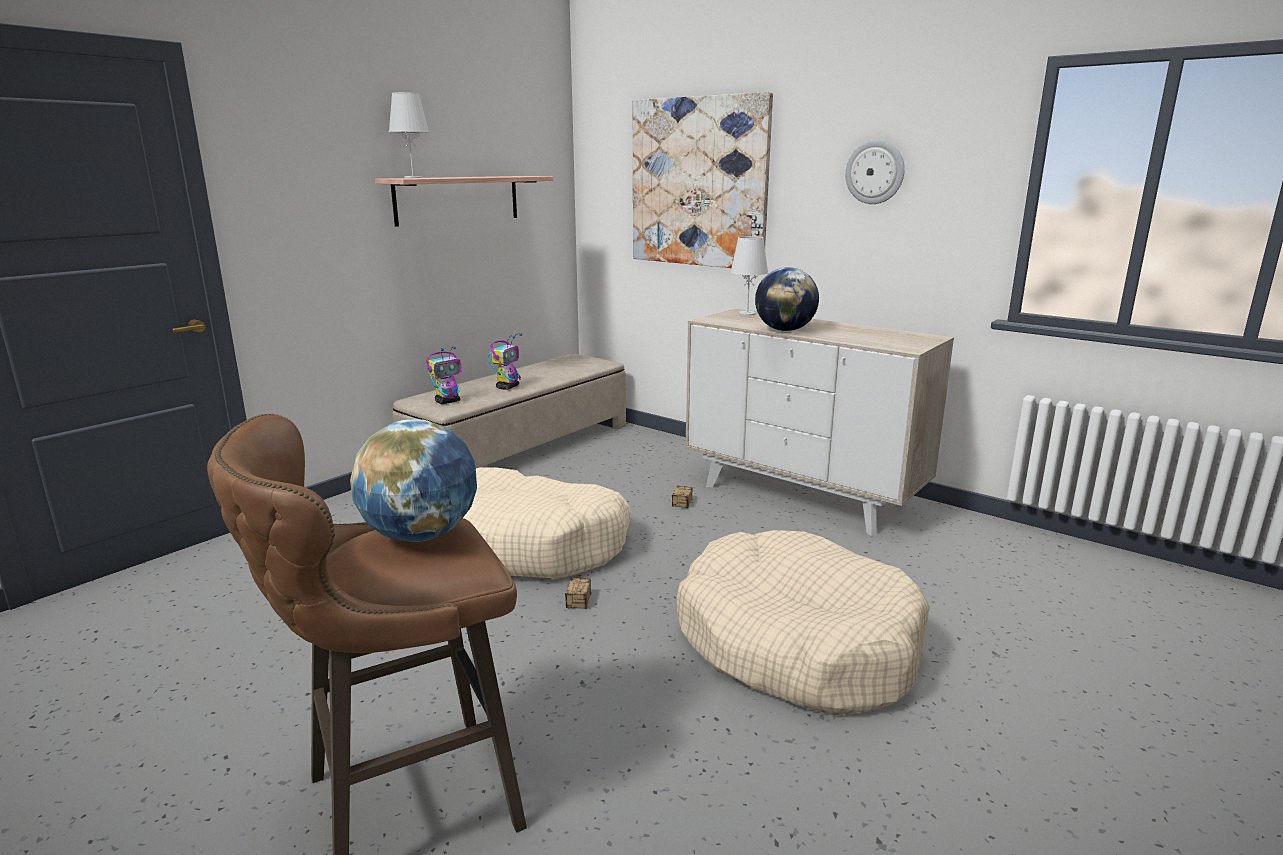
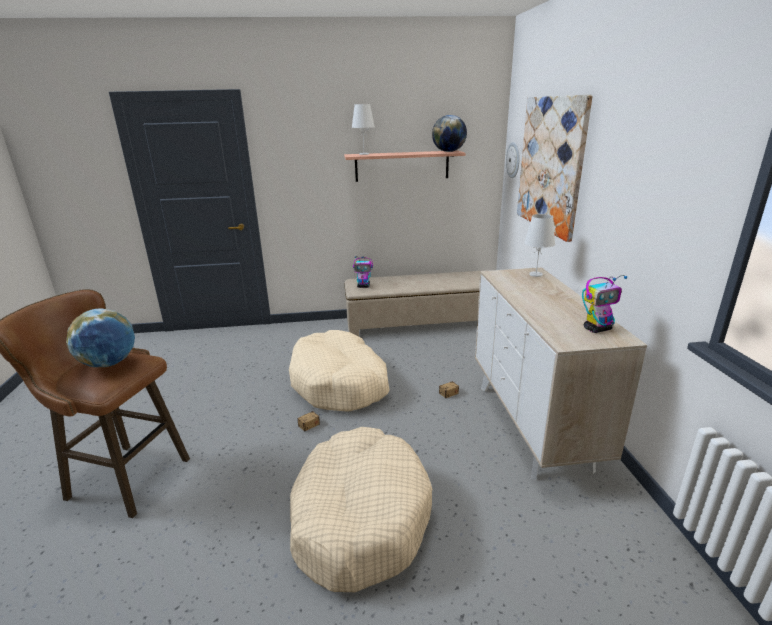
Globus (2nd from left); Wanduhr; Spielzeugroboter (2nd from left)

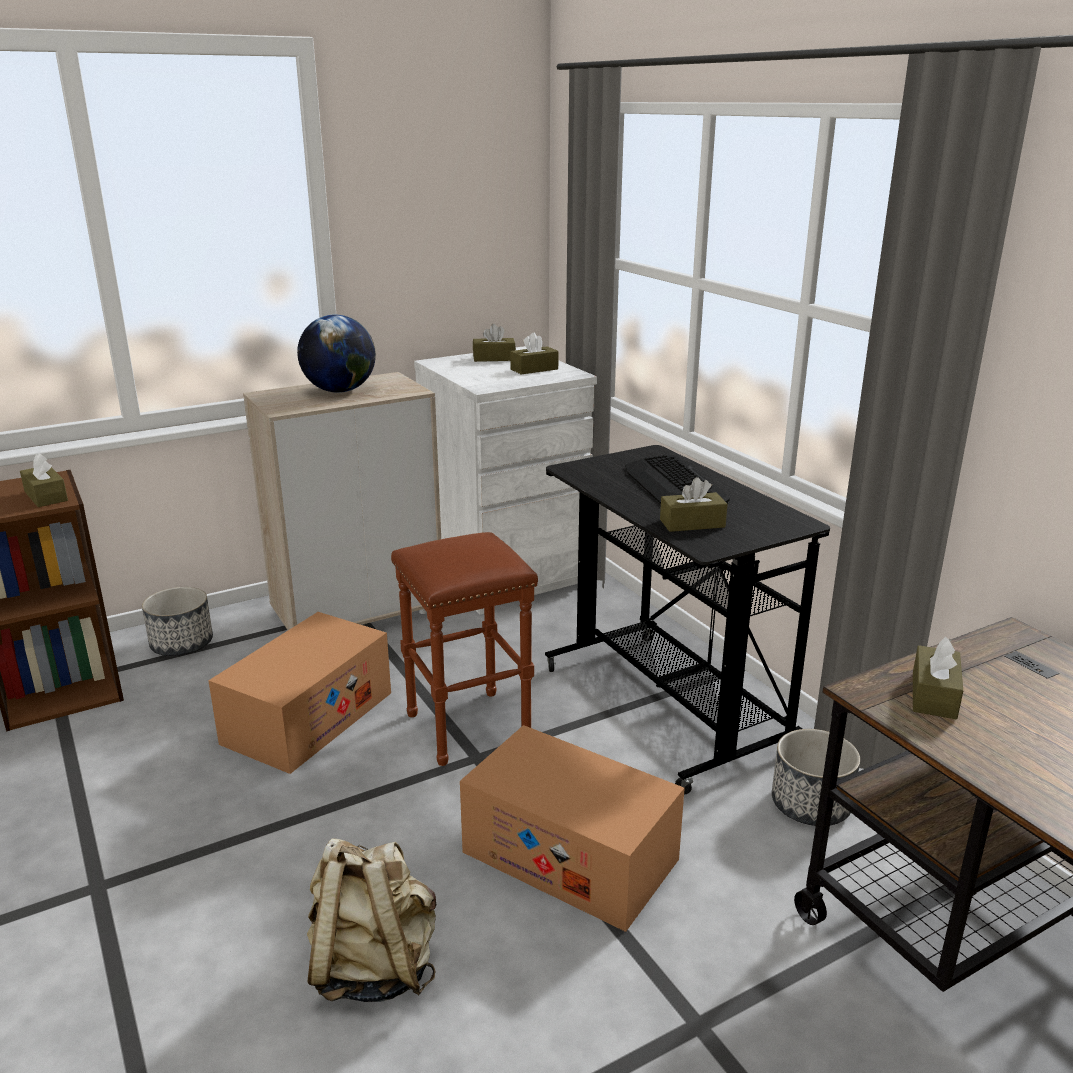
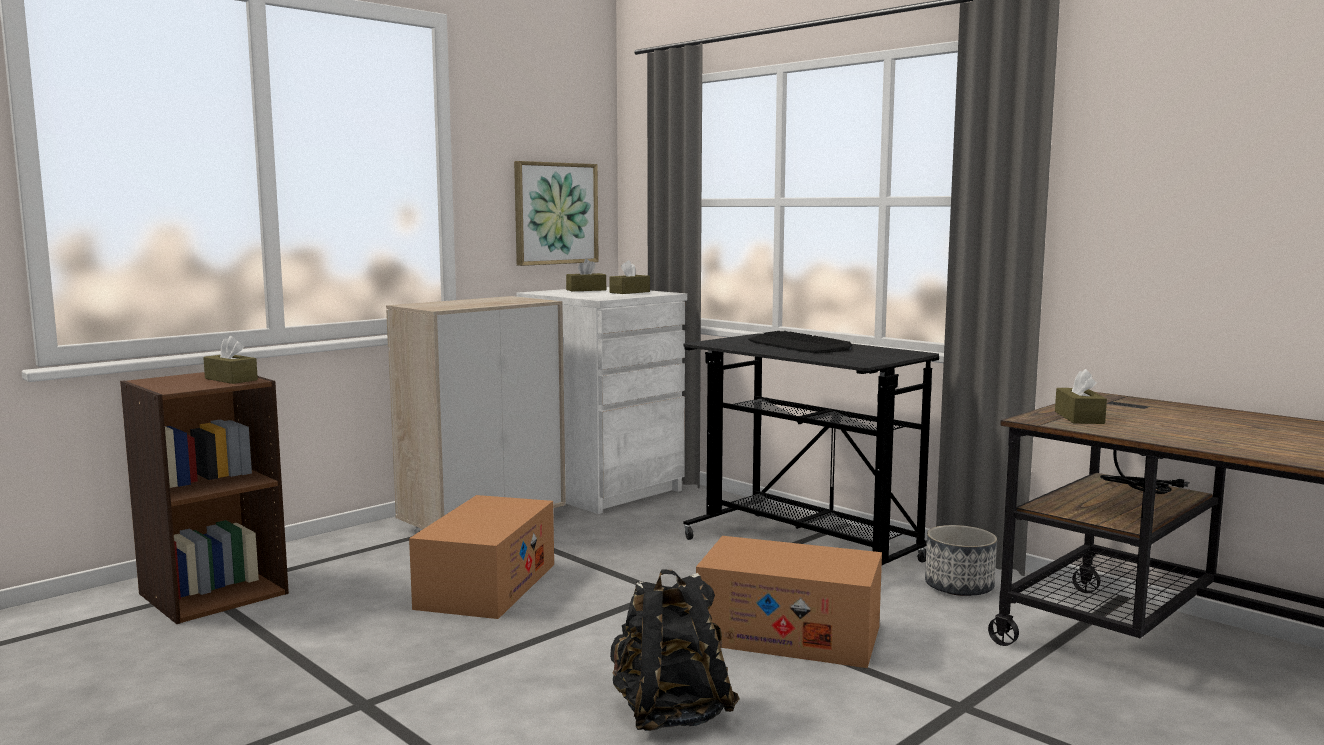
Bild; Rucksack (schwarz); Pflanzkübel (1st from left in the first image); Globus; Hocker (braun); Taschentuchbox (braun) (4th from left in the first image)

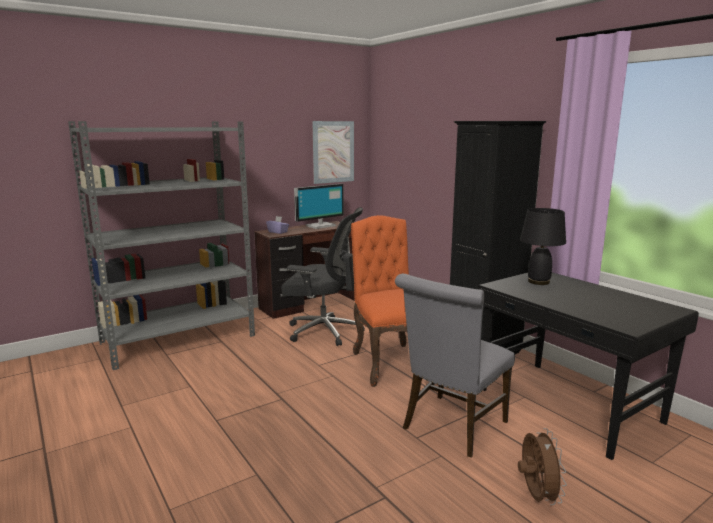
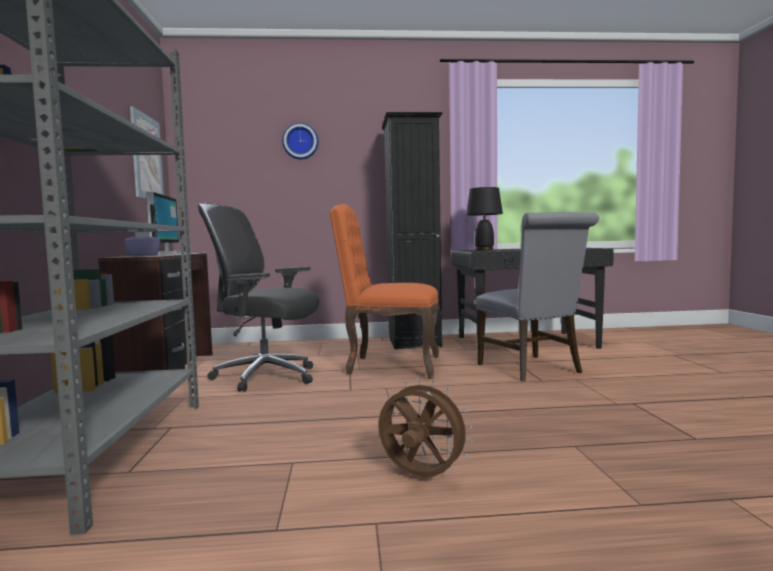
Bürostuhl; Wanduhr; Ventilator (braun)

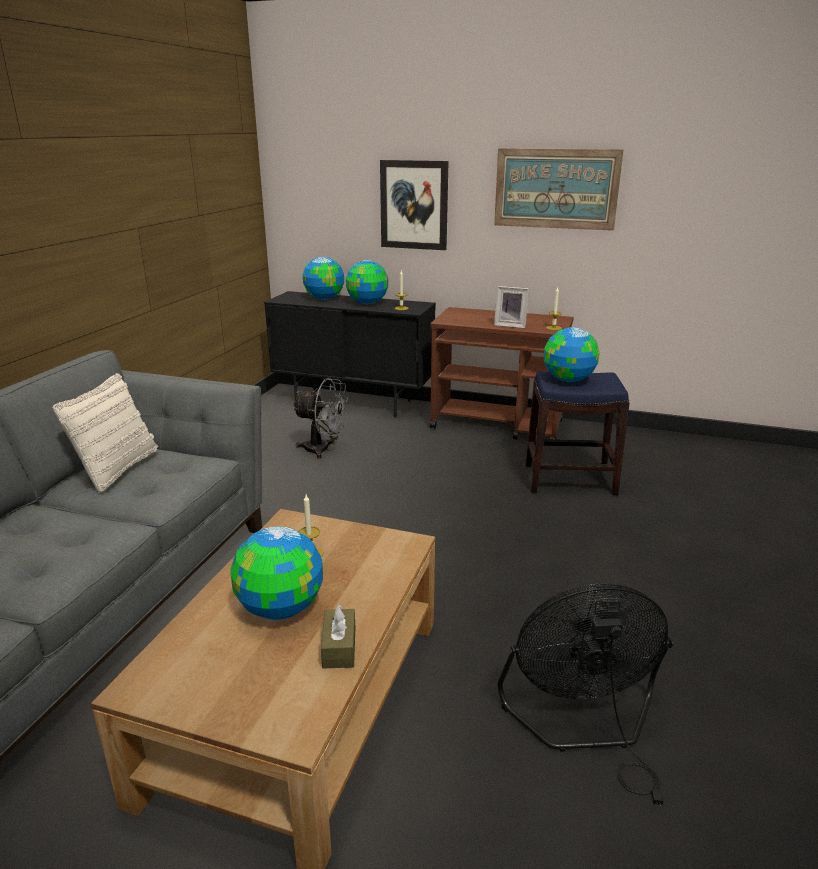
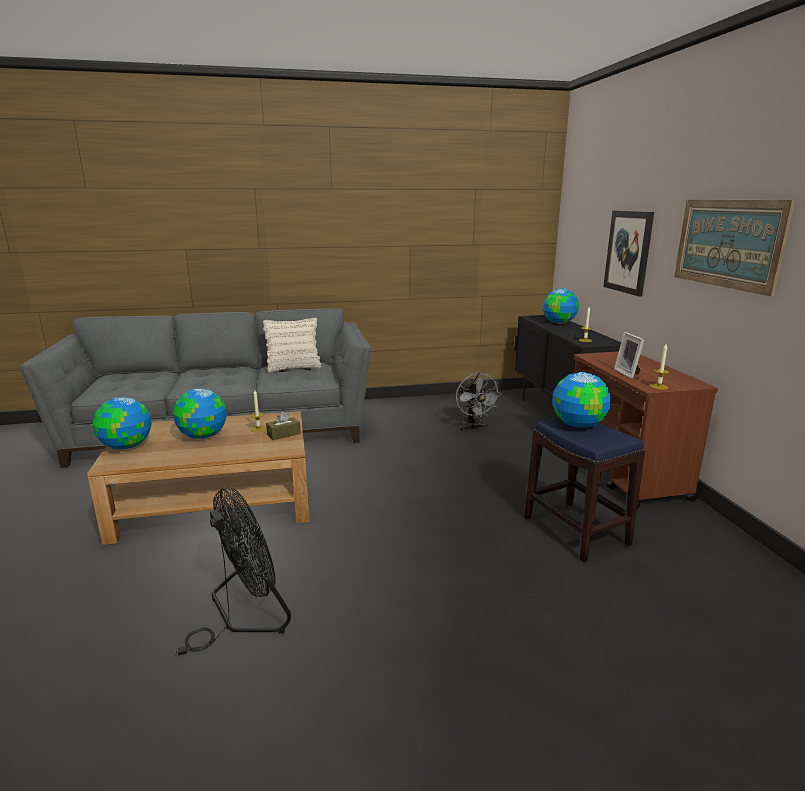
Globus (1st from left); Taschentuchbox (braun)

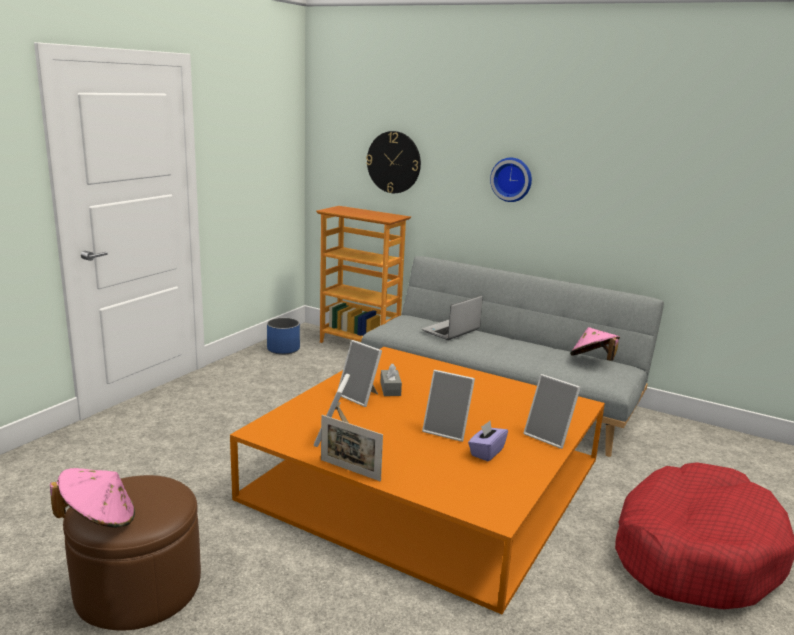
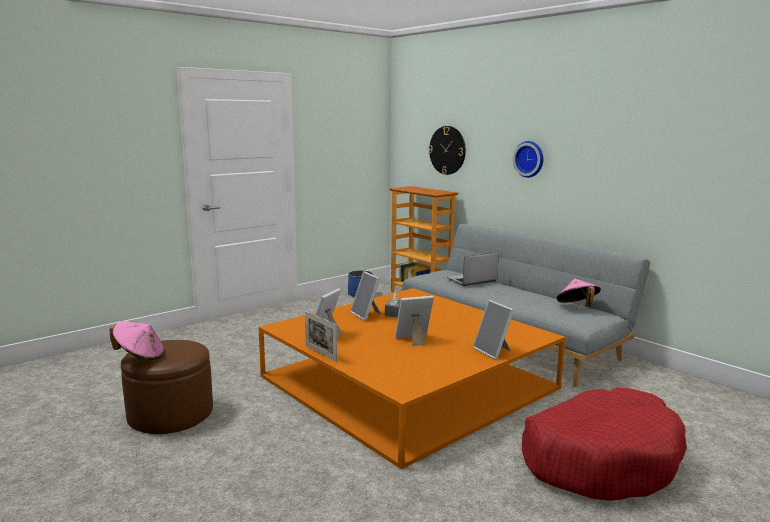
Bilderrahmen (4th from left); Taschentuchbox (lila)

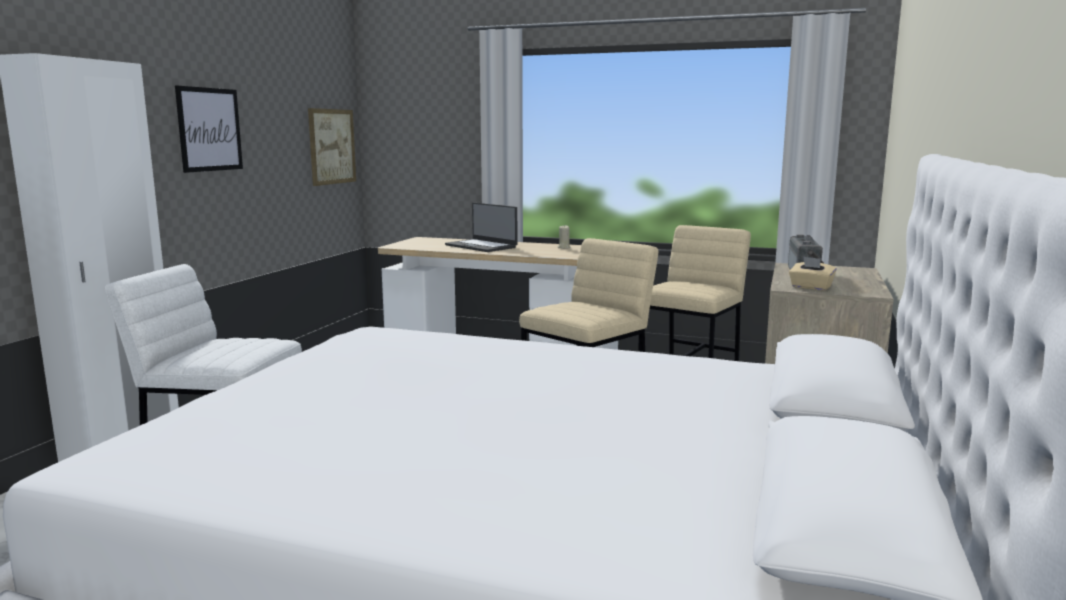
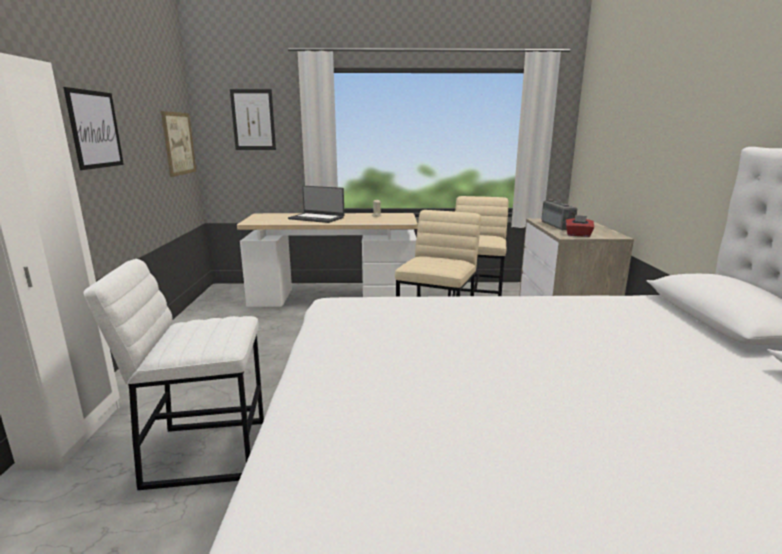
Bild (3rd from left); Taschentuchbox (rot)

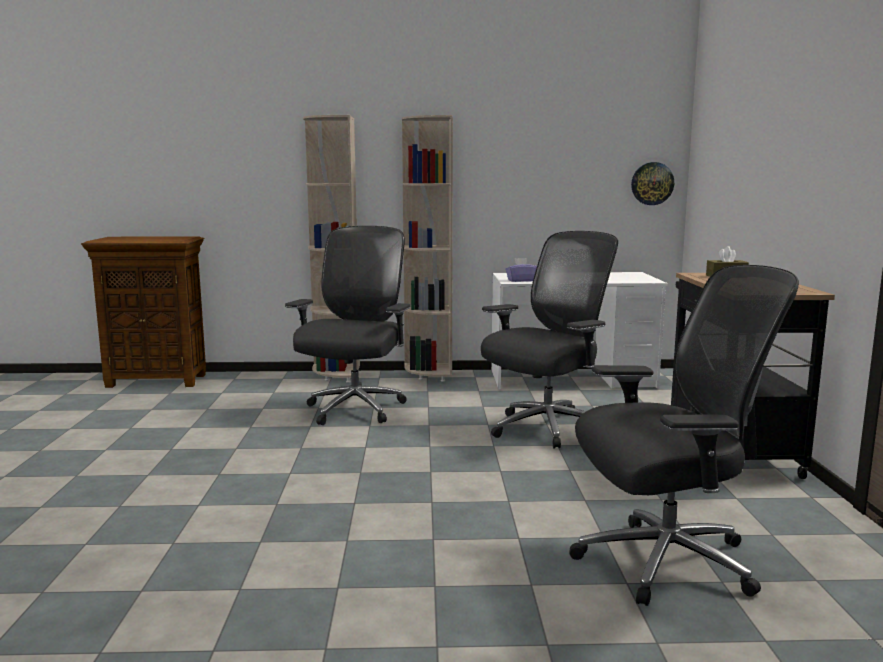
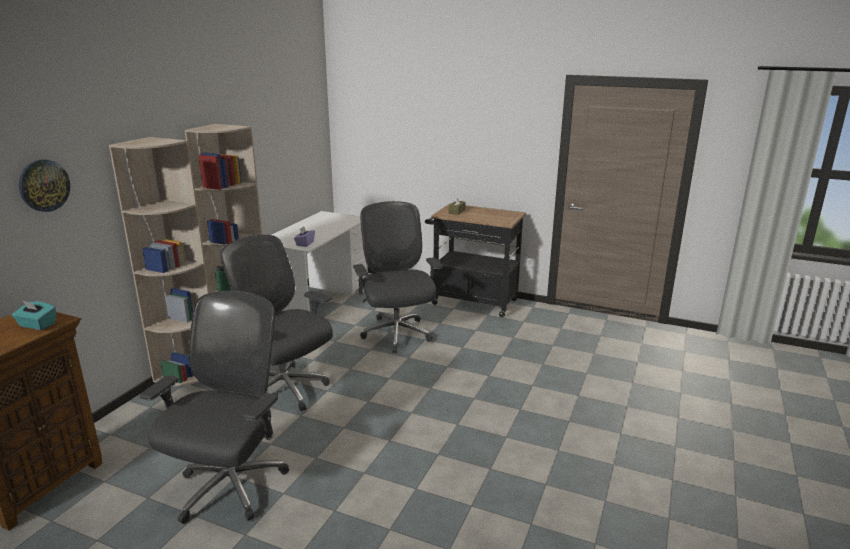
Taschentuchbox (türkis); Wanduhr; Bürostuhl (1st from left)

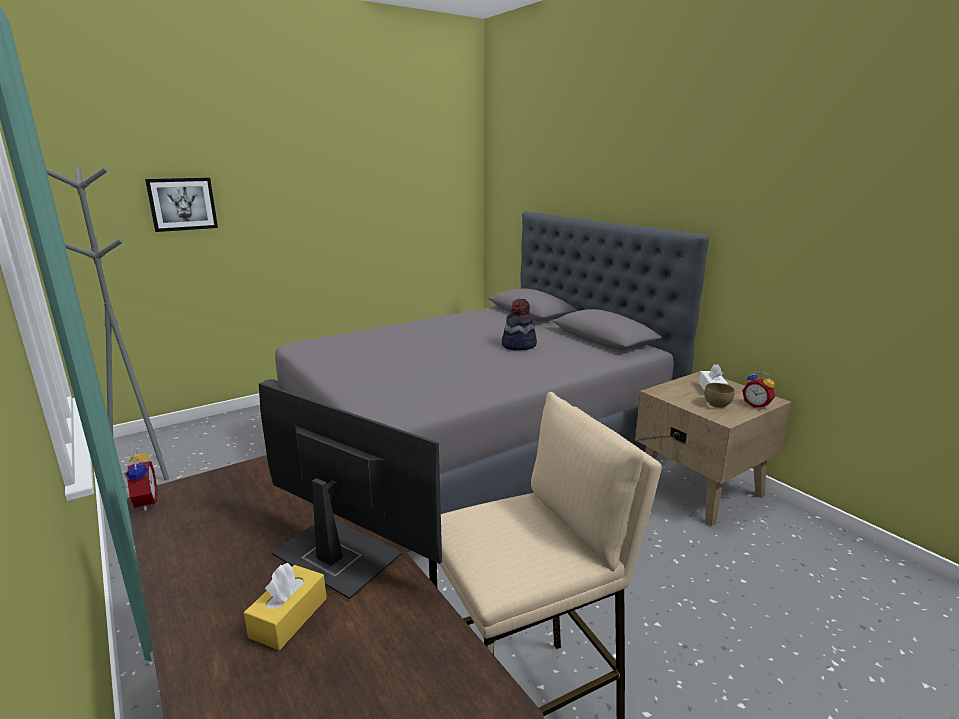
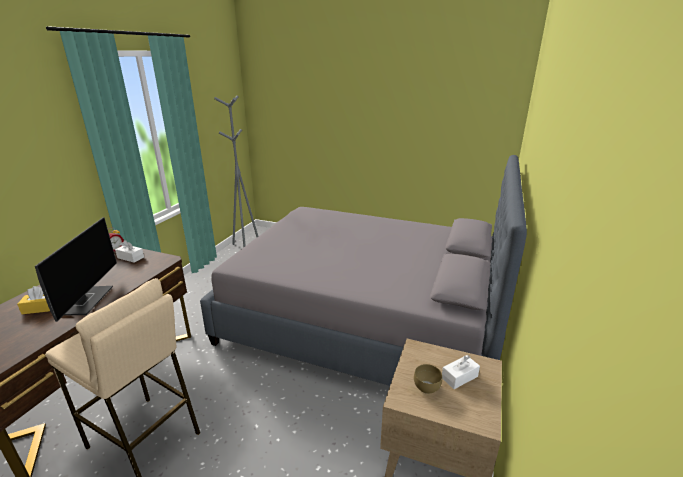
Taschentuchbox (weiß) (1st from left); Bild; Hut; Wecker (2nd from left in the first image)

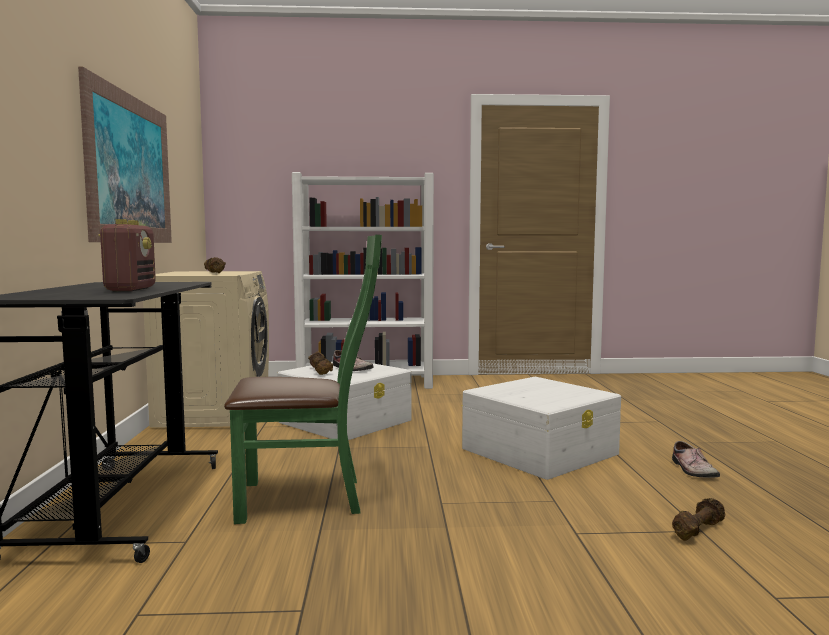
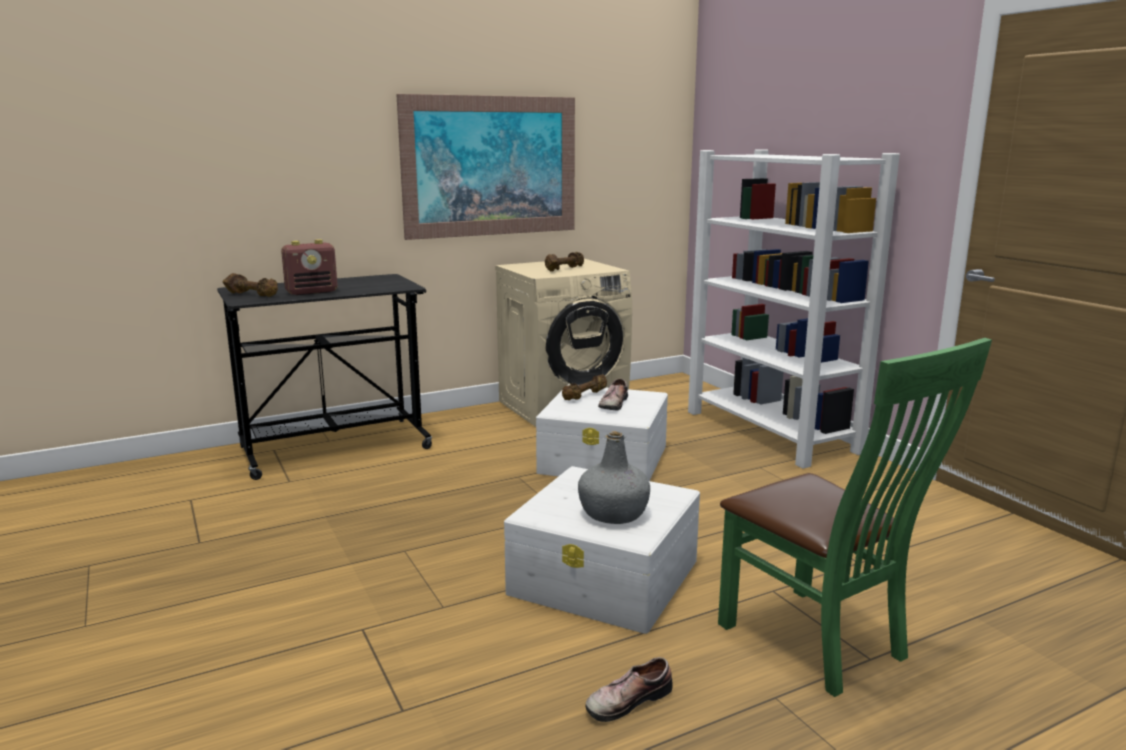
Hantel (braun) (1st from left); Flasche (grau); Stuhl (grün)

